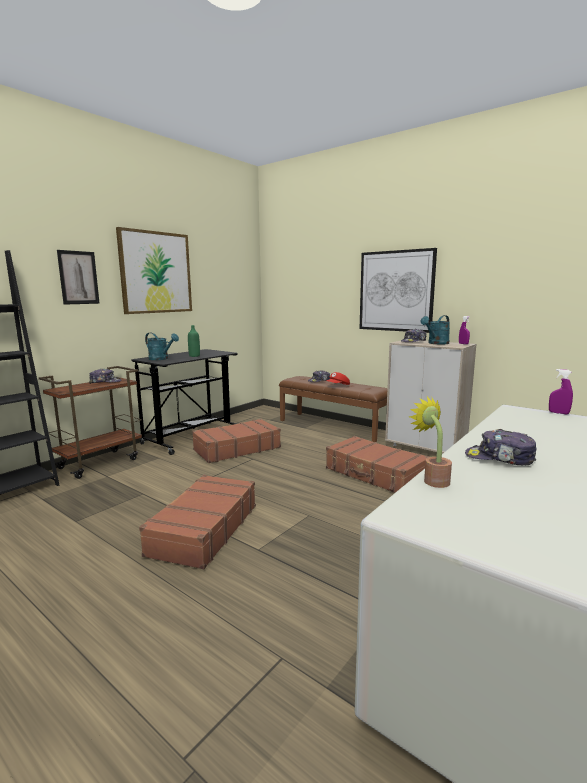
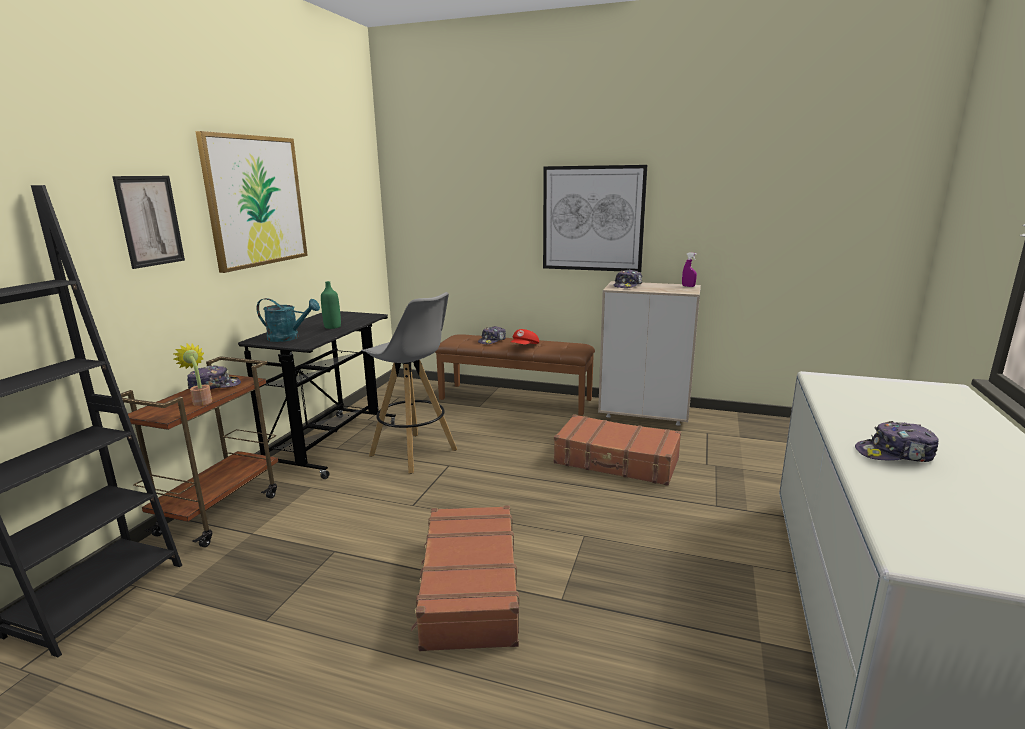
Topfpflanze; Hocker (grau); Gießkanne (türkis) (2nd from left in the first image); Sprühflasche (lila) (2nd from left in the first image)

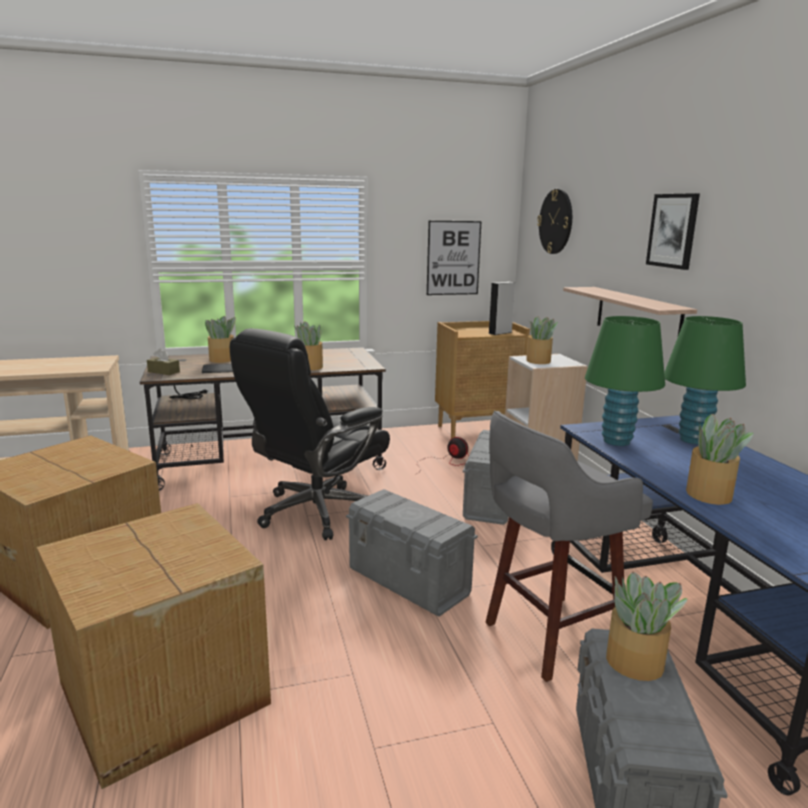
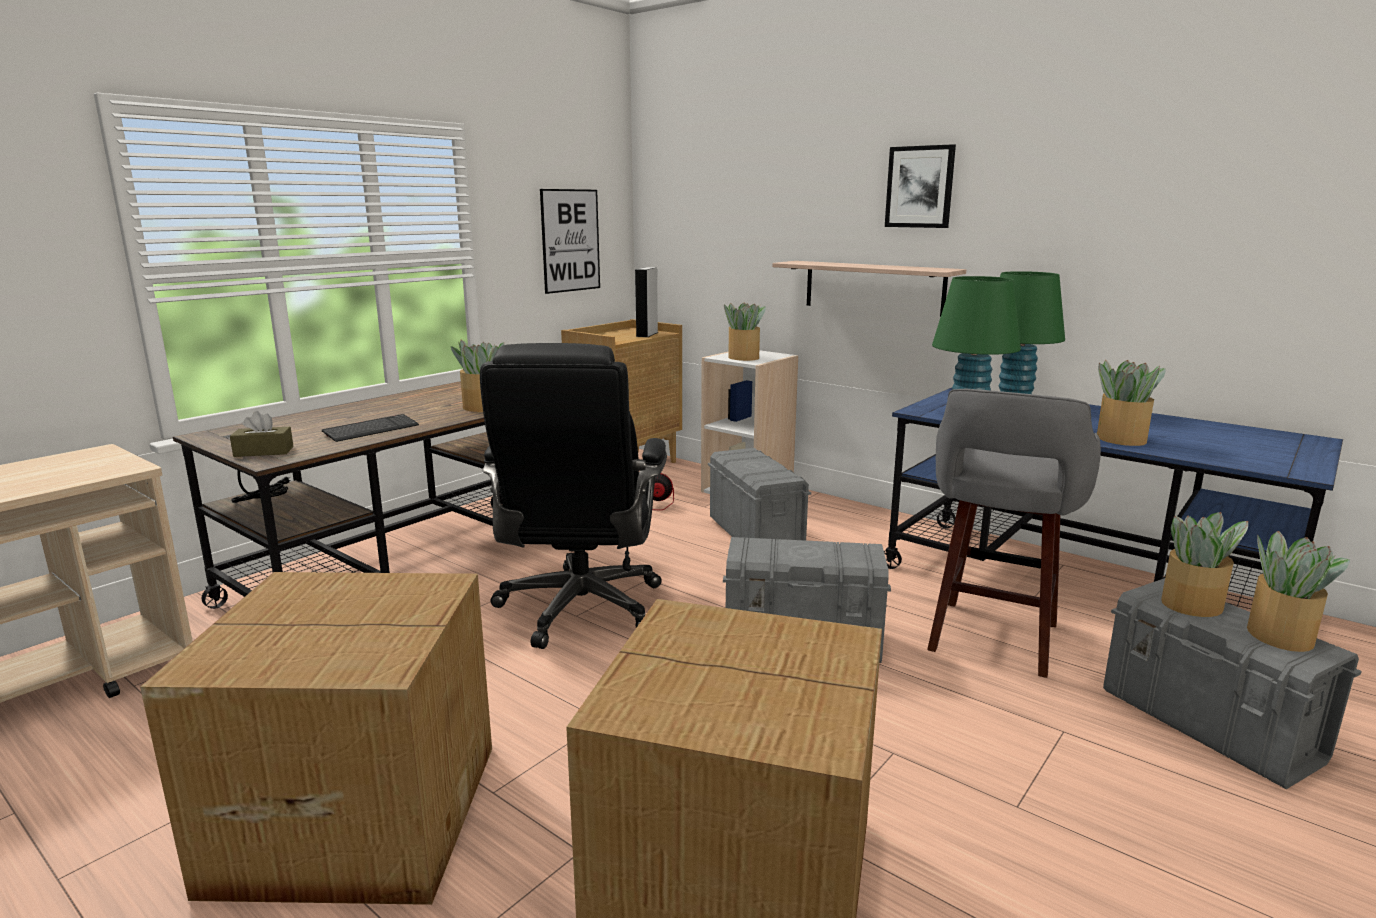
Topfpflanze (5th from left); Wanduhr

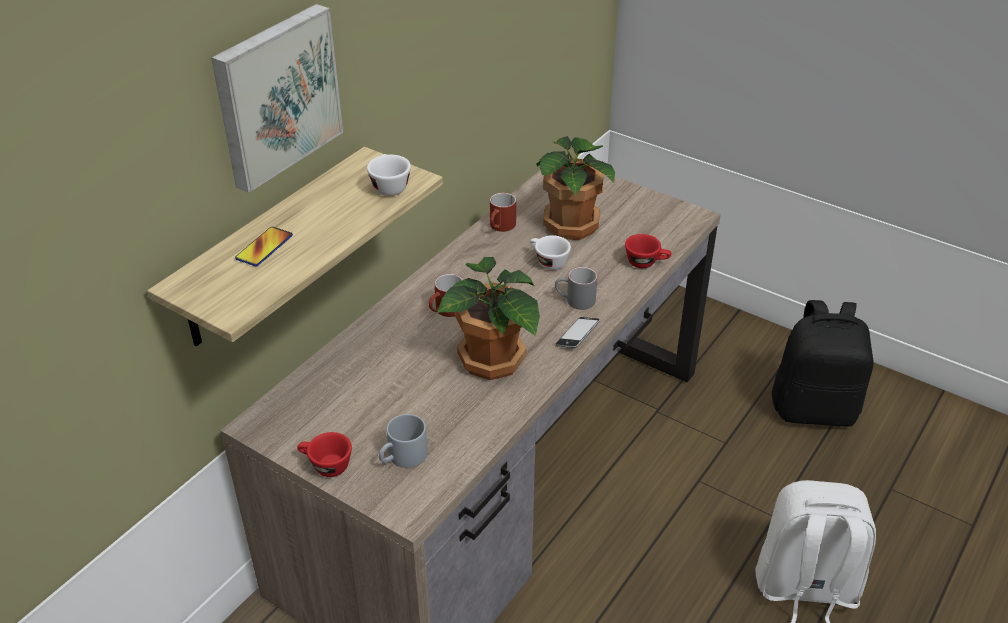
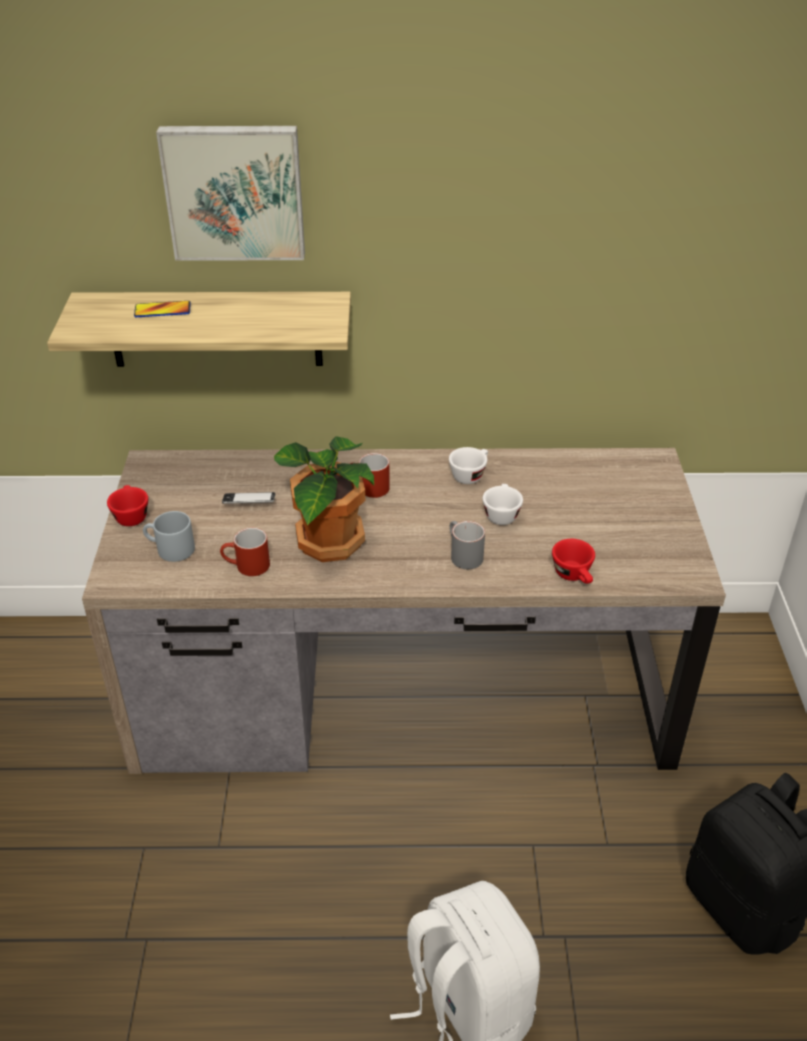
Henkelbecher (rot) (1st from left); Handy (2nd from left); Tasse (weiß) (1st from left); Topfpflanze (2nd from left in the first image)

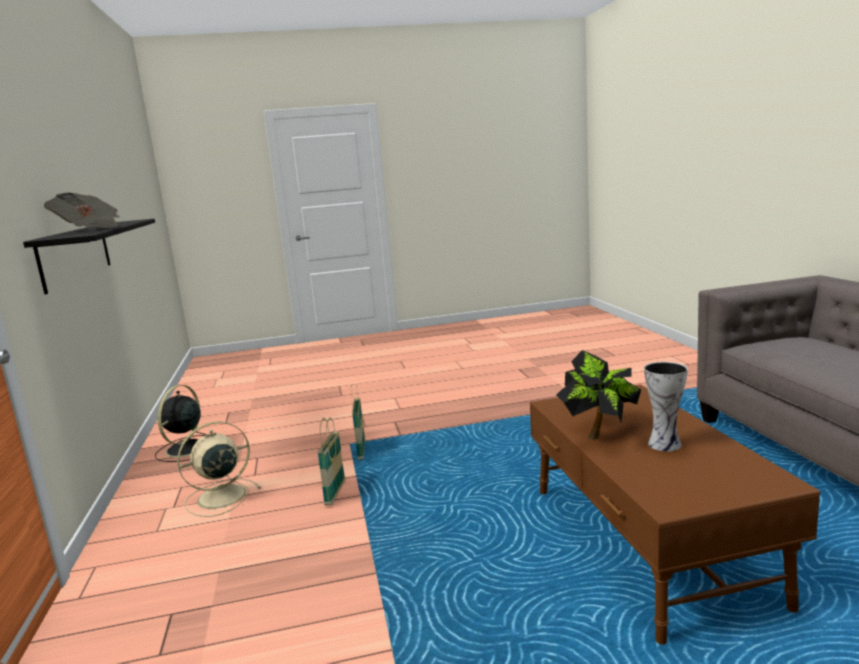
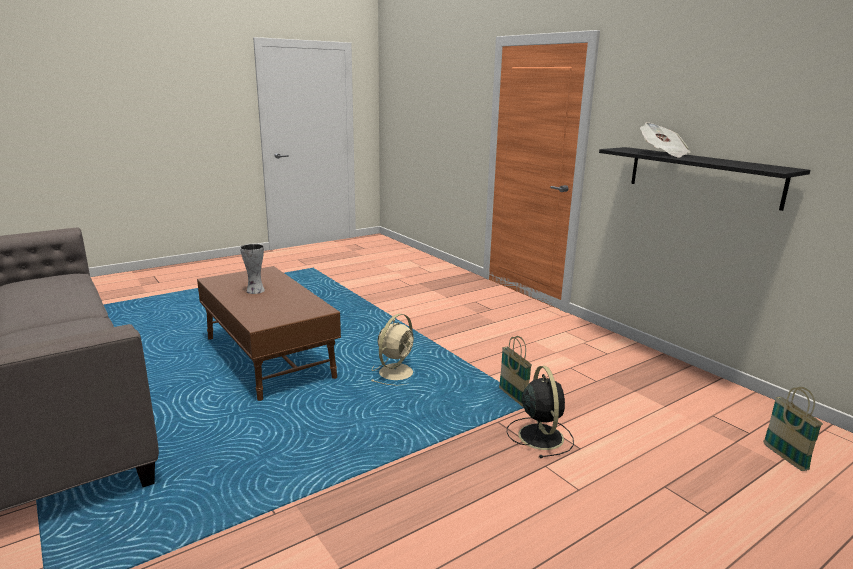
Ventilator (beige); Ventilator (schwarz); Korb (2nd from left); Topfpflanze

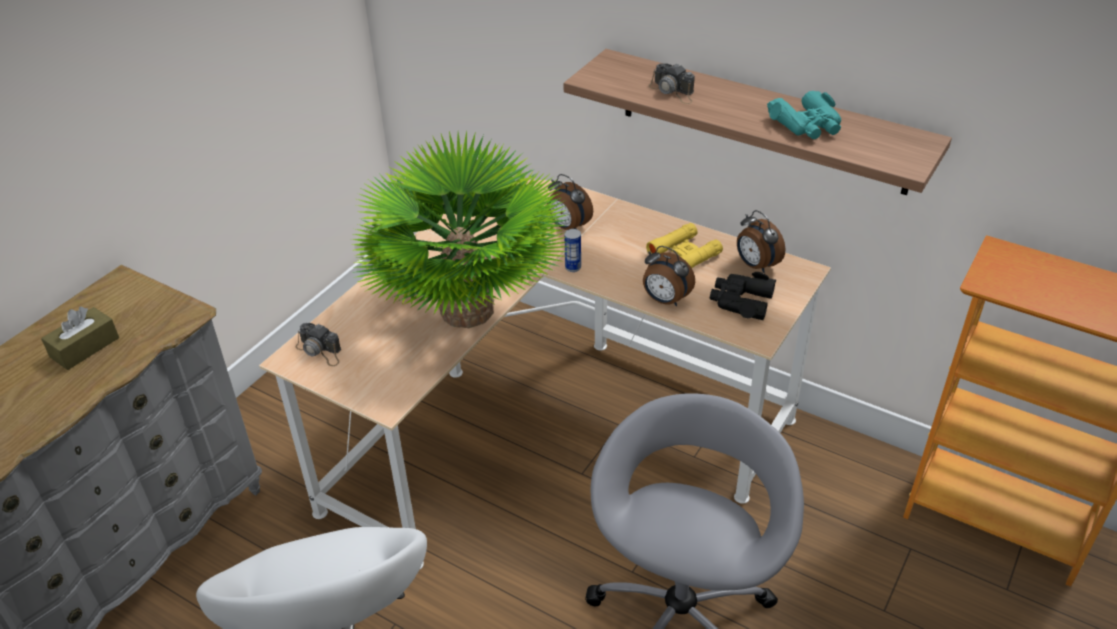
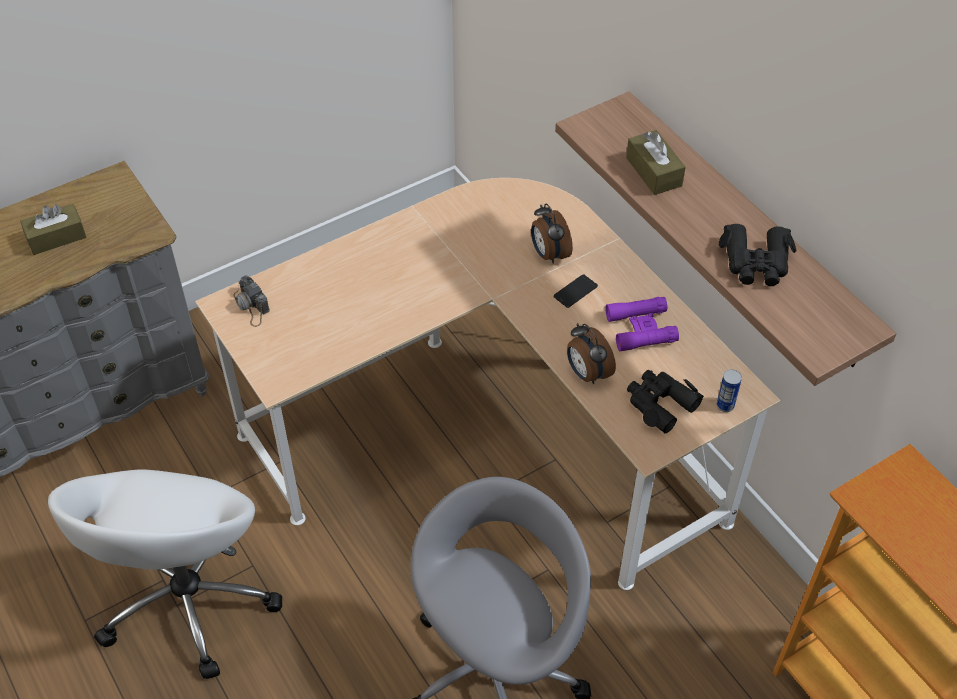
Handy; Fernglas (lila); Taschentuchbox (braun) (2nd from left); Dose; Fernglas (schwarz) (2nd from left); Topfpflanze; Wecker (3rd from left in the first image)

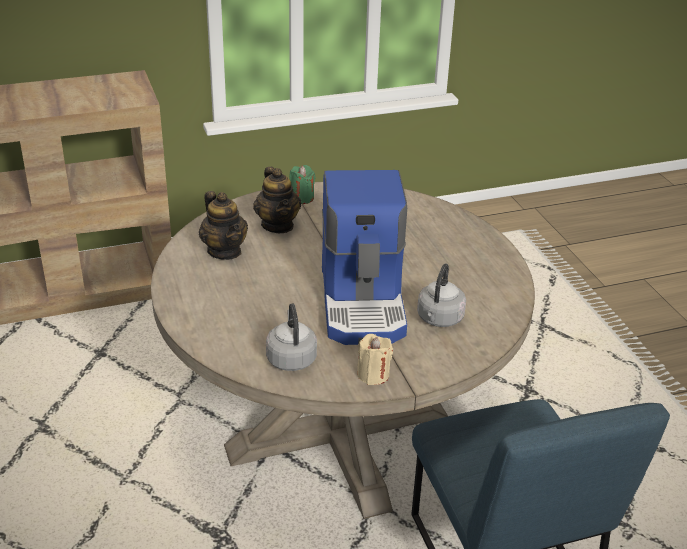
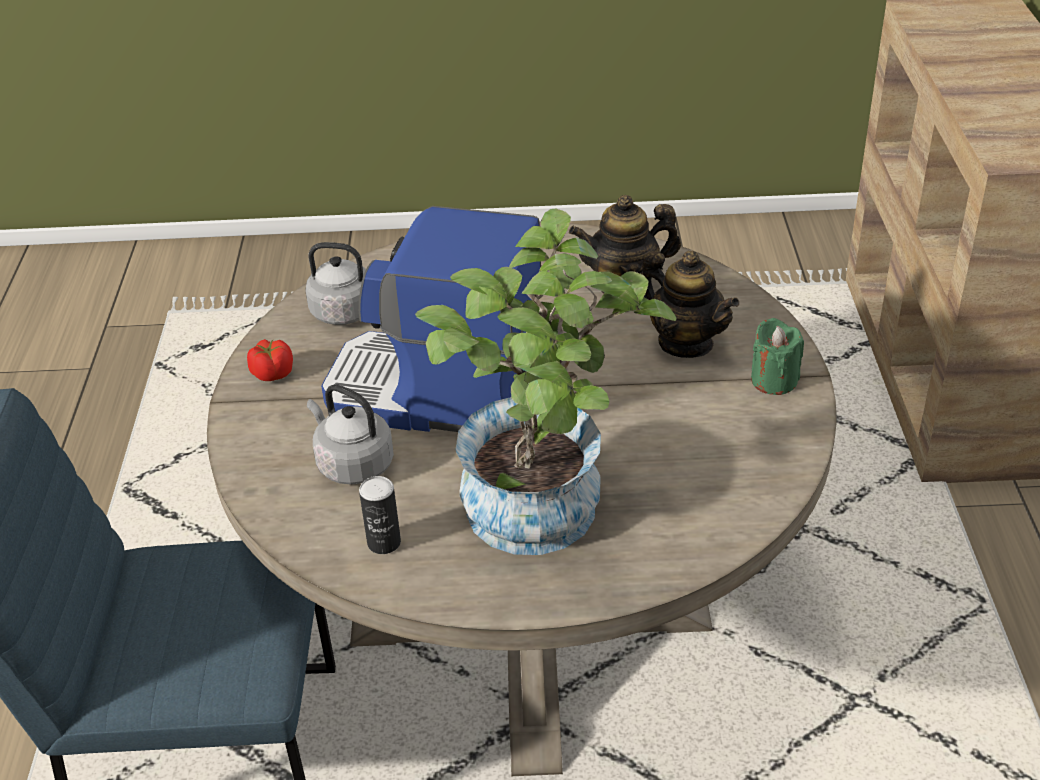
Tomate; Dose; Topfpflanze; Teekanne (2nd from left)

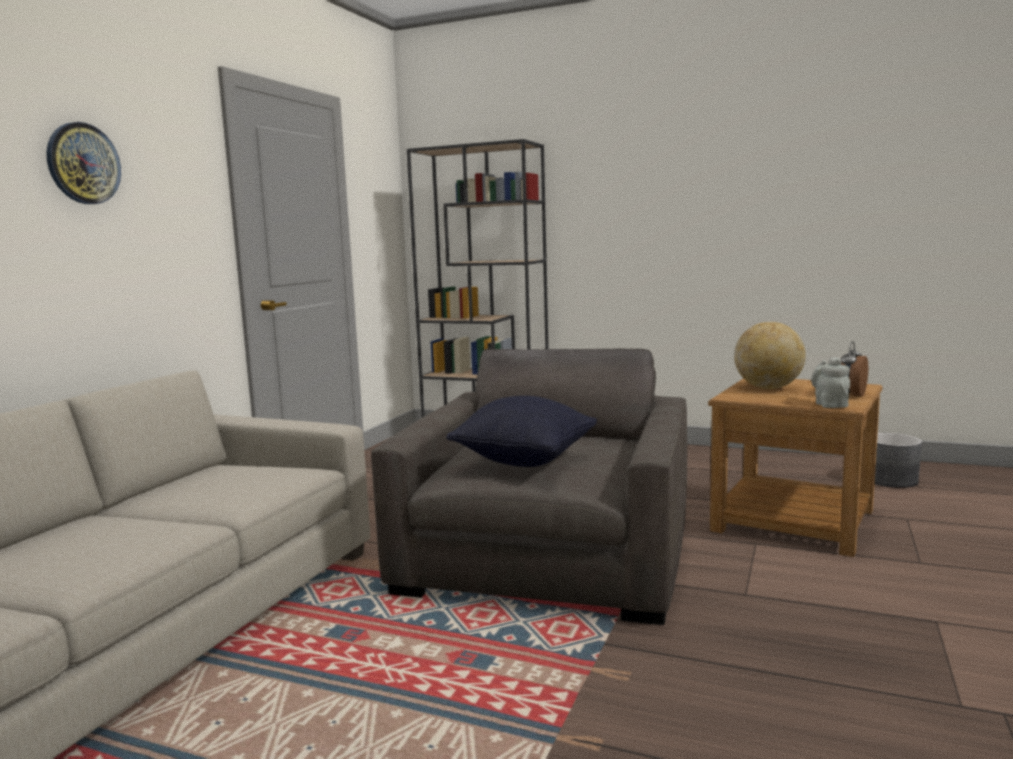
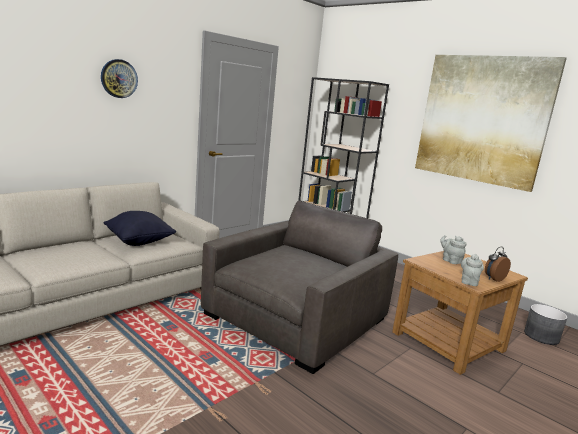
Kissen (schwarz); Bild; Teekanne (grau) (1st from left)

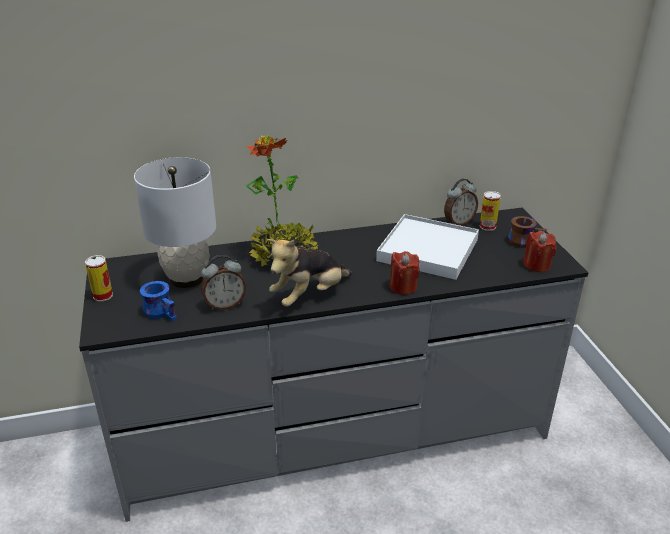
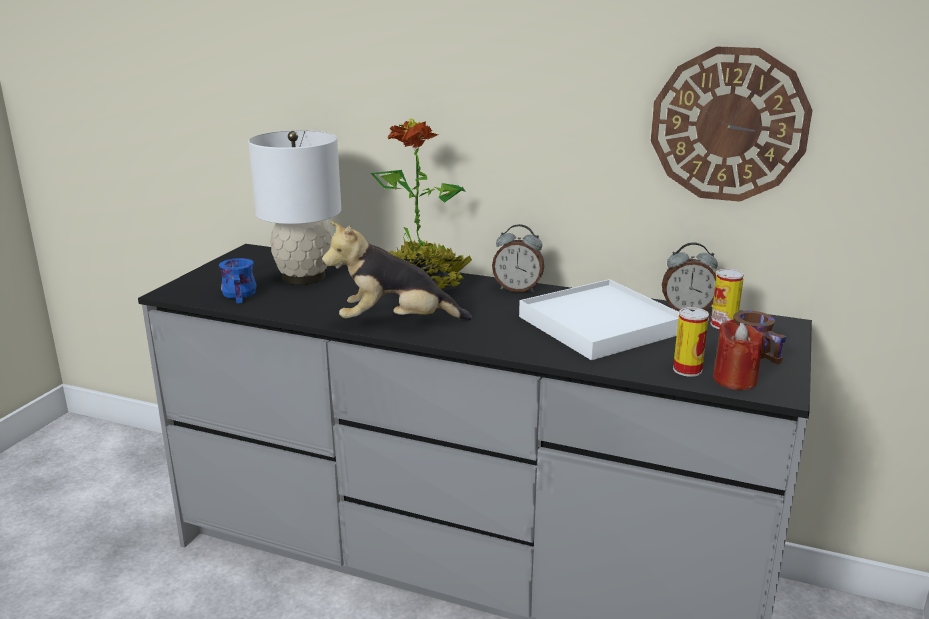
Wecker (1st from left); Wanduhr; Dose (1st from left); Kerze (rot) (1st from left in the first image)

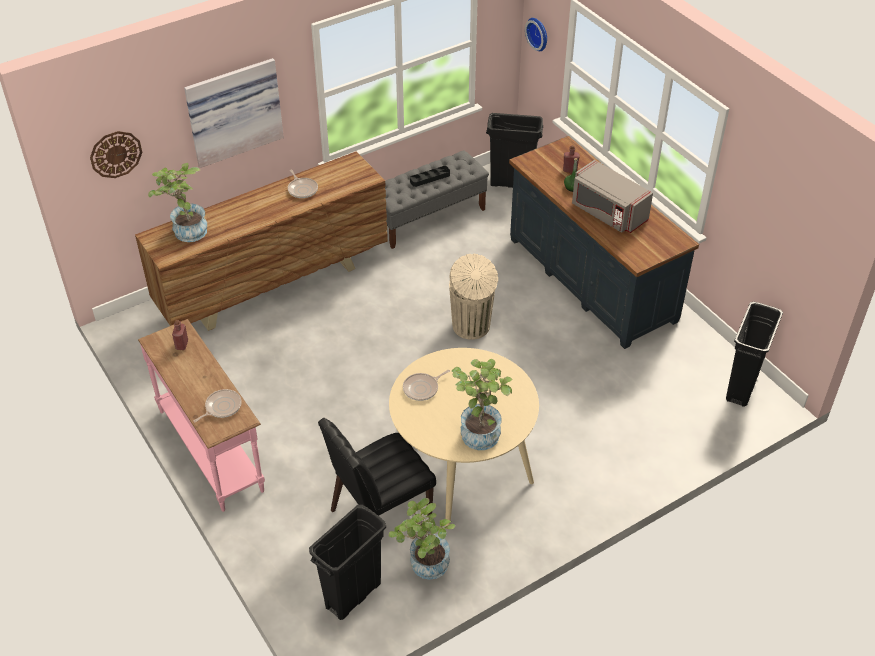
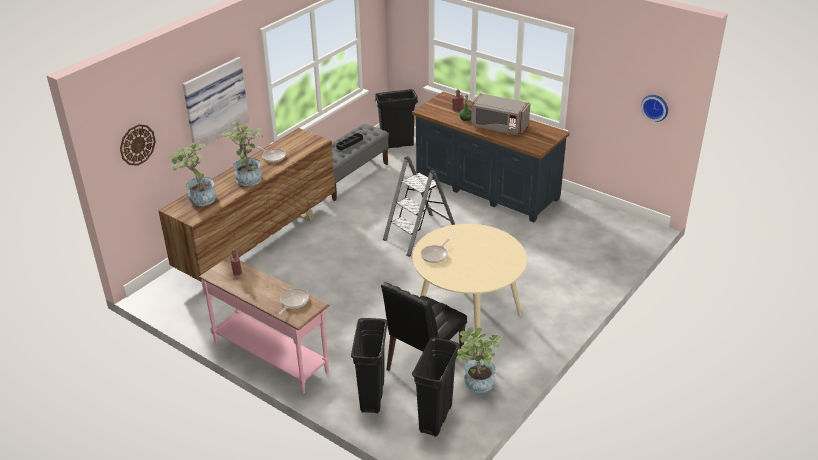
Topfpflanze (2nd from left); Mülleimer (schwarz) (1st from left); Trittleiter (grau); Wanduhr (2nd from left)

